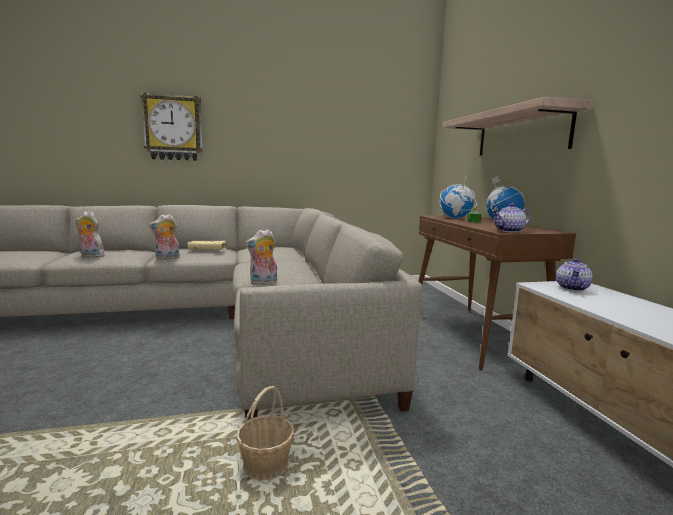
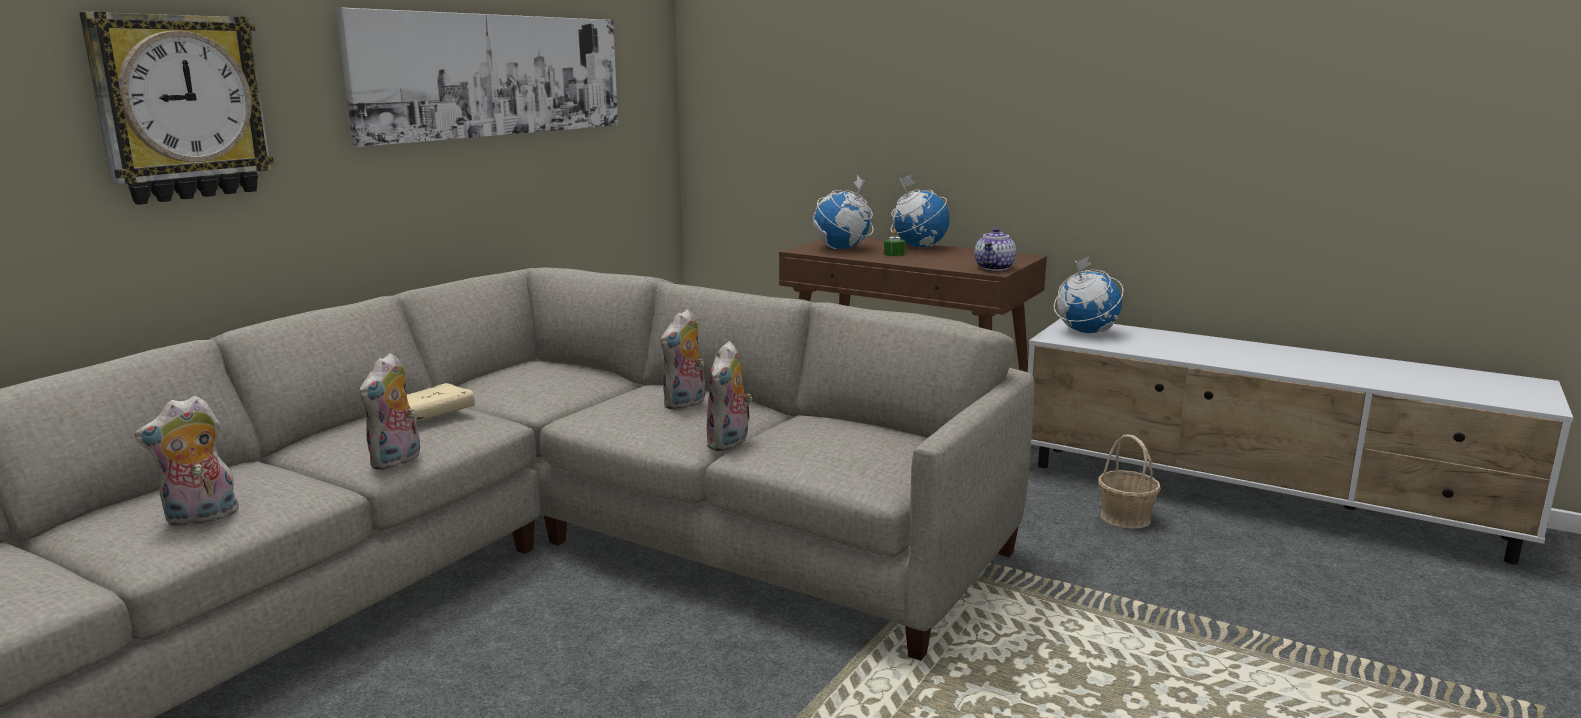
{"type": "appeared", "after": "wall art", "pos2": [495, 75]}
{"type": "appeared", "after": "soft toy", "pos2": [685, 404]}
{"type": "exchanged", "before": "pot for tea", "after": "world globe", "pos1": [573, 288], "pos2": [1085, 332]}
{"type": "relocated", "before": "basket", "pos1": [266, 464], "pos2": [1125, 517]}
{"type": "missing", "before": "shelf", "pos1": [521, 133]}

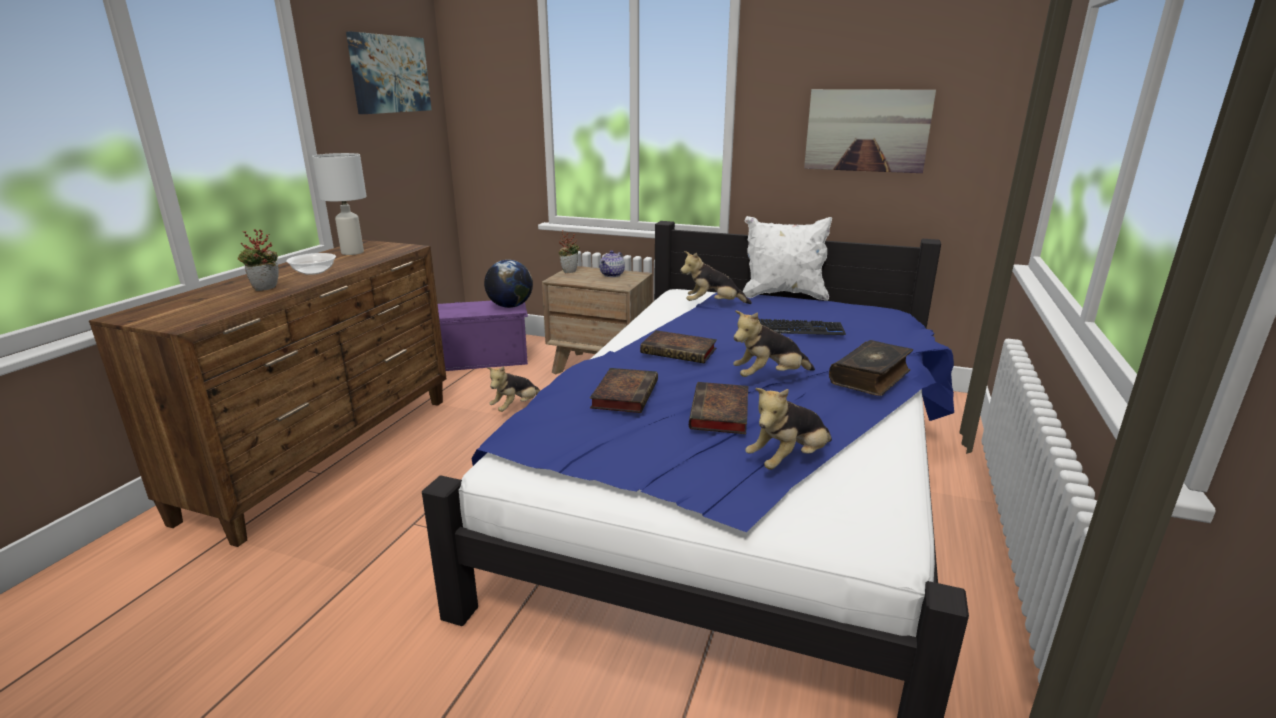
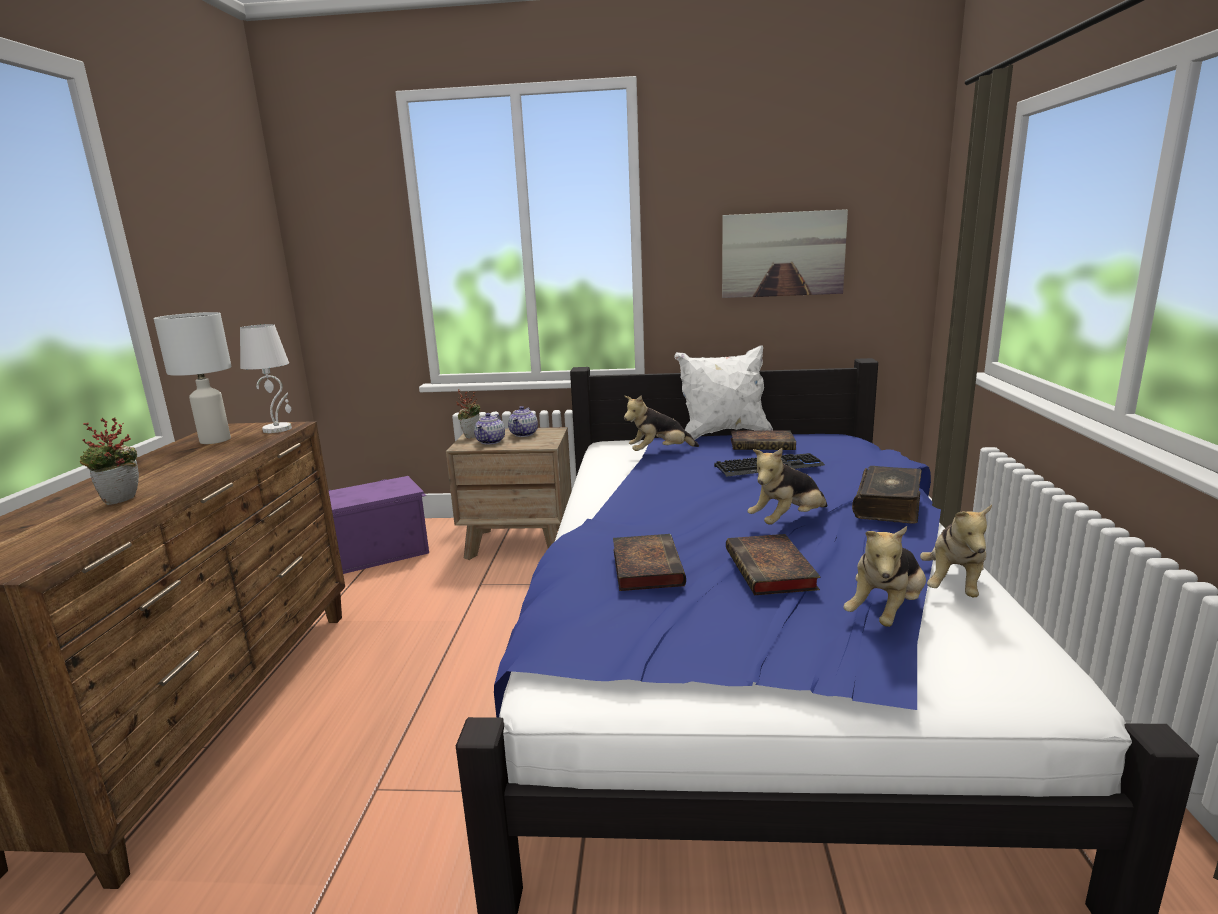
{"type": "appeared", "after": "white table lamp", "pos2": [278, 429]}
{"type": "appeared", "after": "pot for tea", "pos2": [491, 441]}
{"type": "relocated", "before": "book", "pos1": [680, 351], "pos2": [763, 444]}
{"type": "relocated", "before": "soft toy", "pos1": [516, 407], "pos2": [954, 585]}
{"type": "missing", "before": "deep dish", "pos1": [314, 272]}
{"type": "missing", "before": "wall art", "pos1": [389, 74]}
{"type": "missing", "before": "world globe", "pos1": [510, 306]}

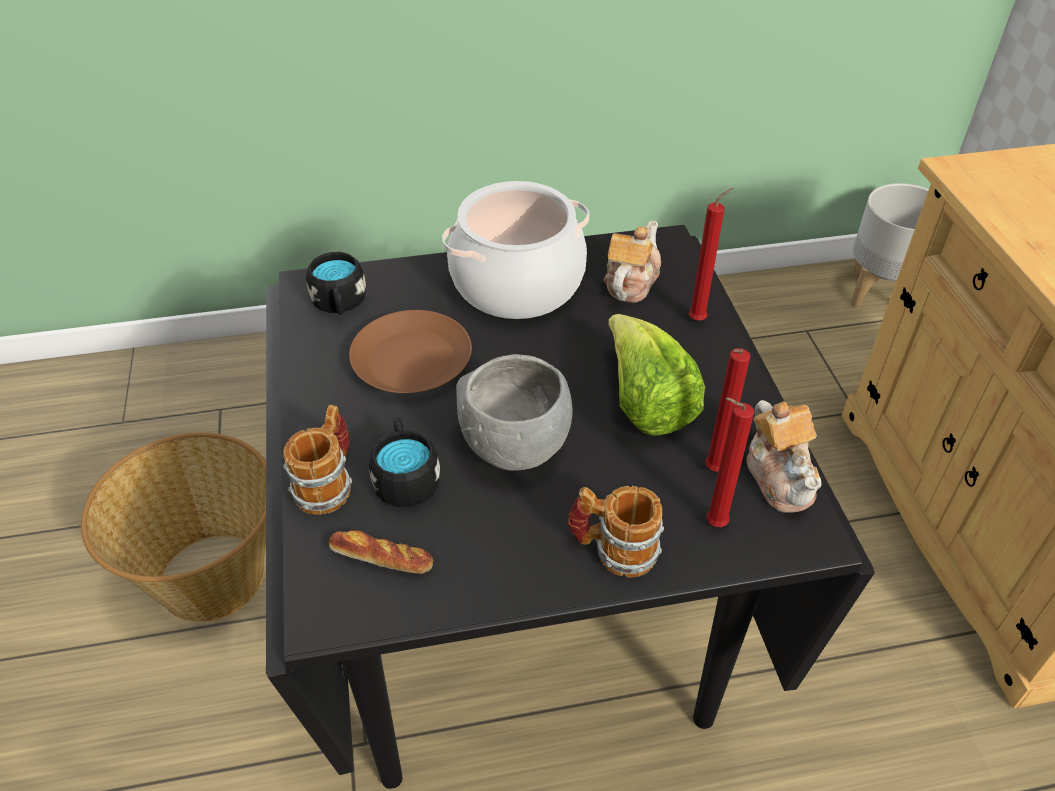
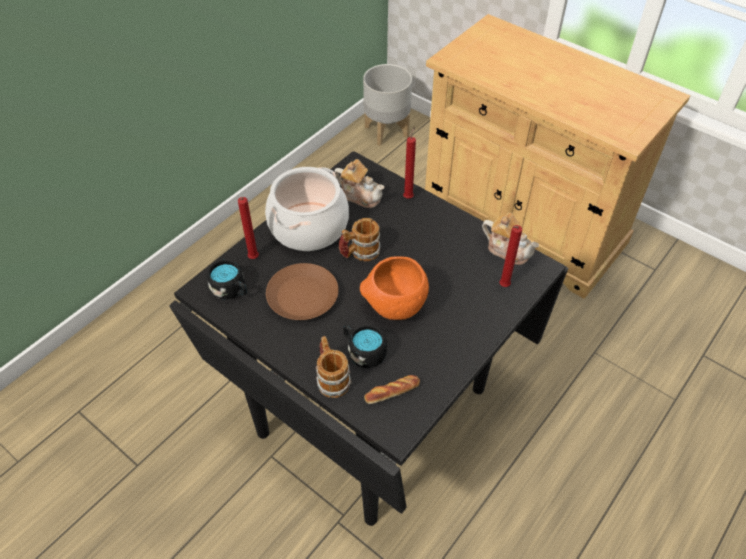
{"type": "relocated", "before": "reddish wax candle", "pos1": [712, 471], "pos2": [253, 259]}
{"type": "spun", "before": "pot for tea", "pos1": [630, 282], "pos2": [360, 195], "turn": 135}
{"type": "relocated", "before": "tea mug", "pos1": [613, 549], "pos2": [359, 253]}
{"type": "colour", "before": "gray deep dish", "after": "orange deep dish", "pos1": [514, 449], "pos2": [395, 307]}
{"type": "missing", "before": "basket", "pos1": [210, 575]}
{"type": "missing", "before": "head of lettuce", "pos1": [646, 403]}

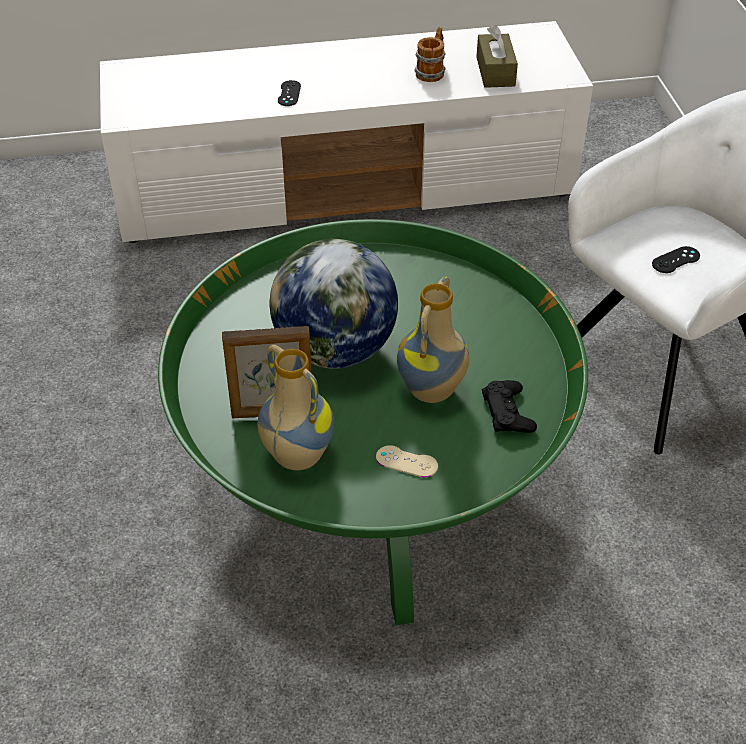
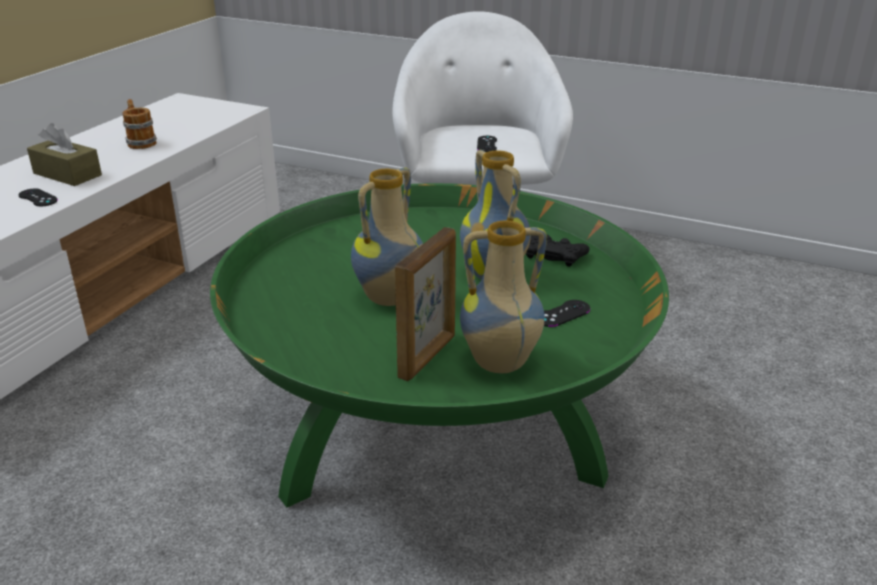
{"type": "relocated", "before": "brownish box of tissues", "pos1": [495, 71], "pos2": [67, 174]}
{"type": "exchanged", "before": "world globe", "after": "vase", "pos1": [334, 350], "pos2": [390, 299]}
{"type": "colour", "before": "beige-coloured joypad", "after": "blackish joypad", "pos1": [406, 462], "pos2": [562, 314]}

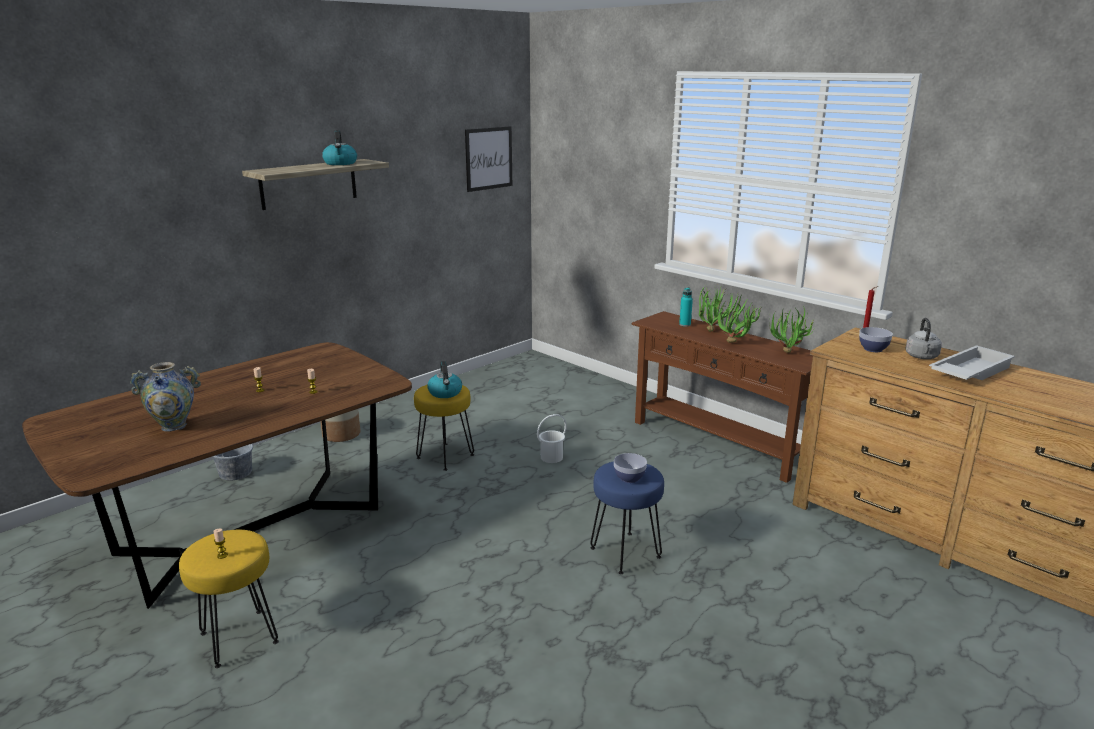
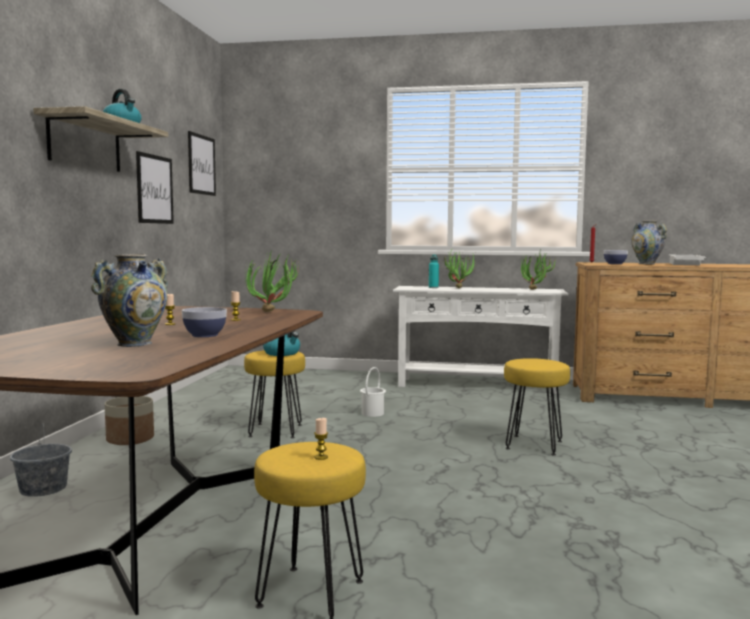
{"type": "appeared", "after": "wall art", "pos2": [154, 189]}
{"type": "relocated", "before": "deep dish", "pos1": [629, 478], "pos2": [204, 335]}
{"type": "relocated", "before": "plant in a pot", "pos1": [735, 344], "pos2": [274, 312]}
{"type": "colour", "before": "brownish console table", "after": "white console table", "pos1": [718, 442], "pos2": [476, 385]}
{"type": "colour", "before": "blue stool seat", "after": "yellowish stool seat", "pos1": [626, 552], "pos2": [534, 445]}
{"type": "exchanged", "before": "gray water kettle", "after": "vase", "pos1": [922, 357], "pos2": [647, 264]}

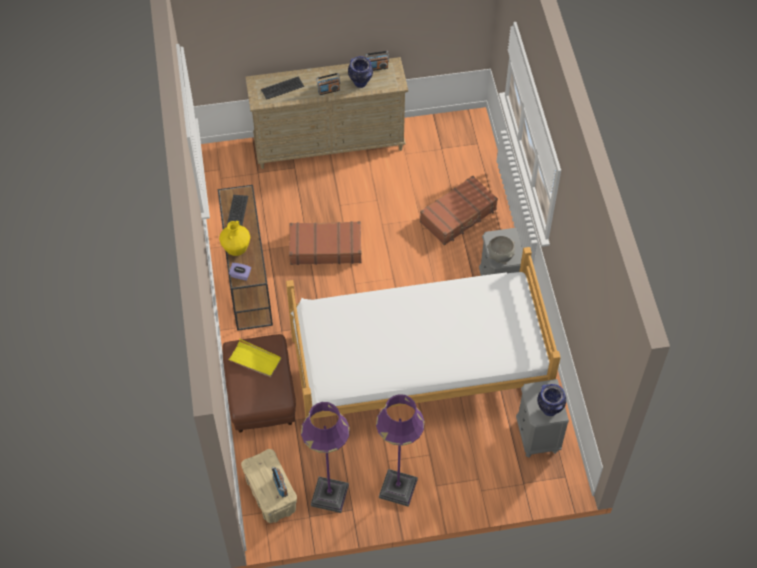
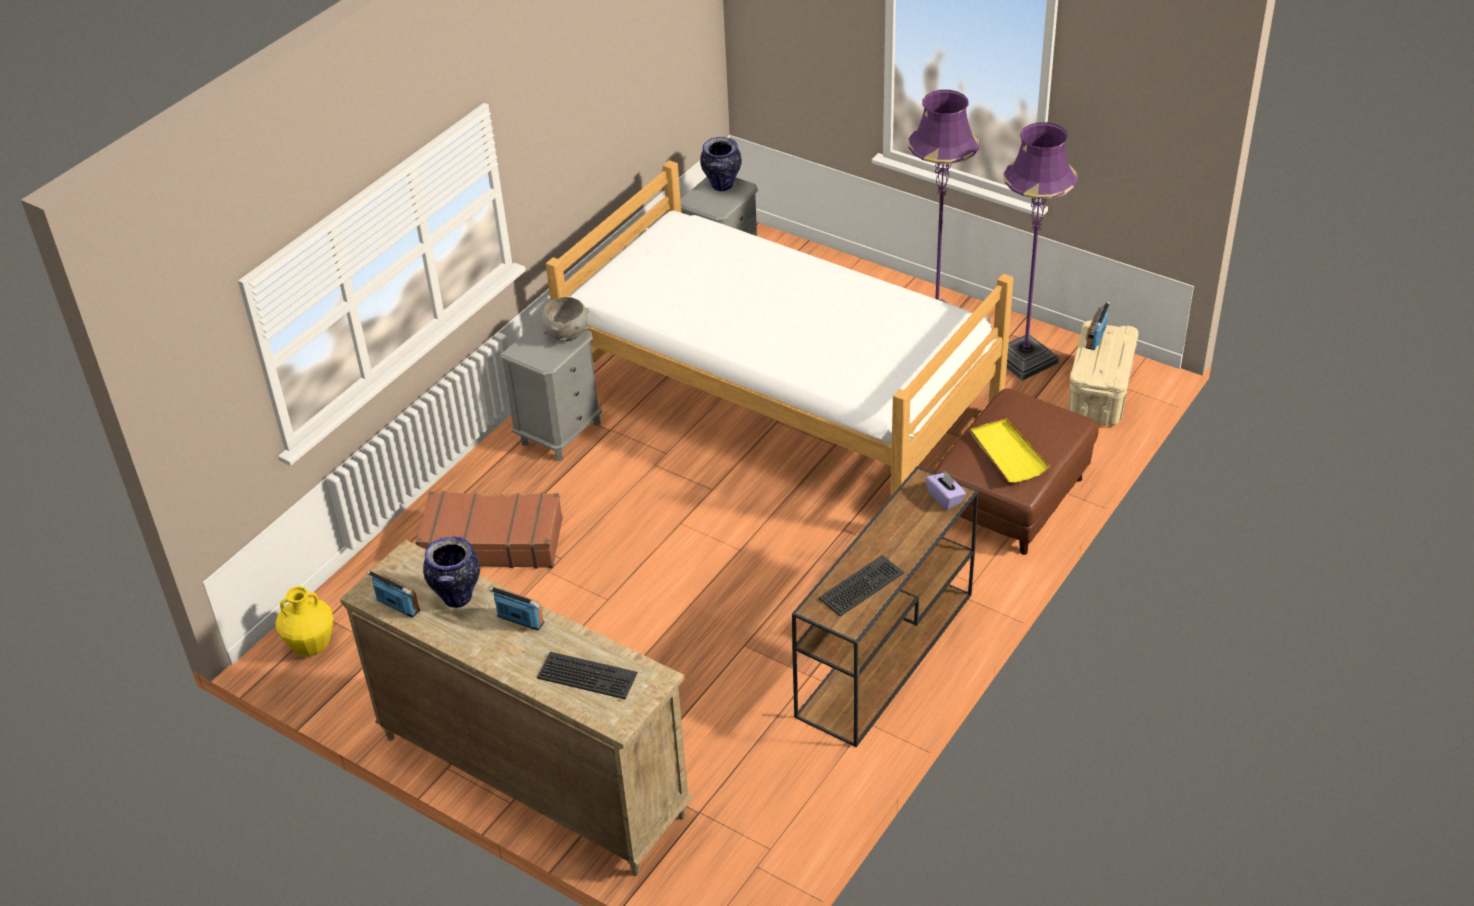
{"type": "relocated", "before": "yellowish vase", "pos1": [236, 249], "pos2": [312, 646]}
{"type": "missing", "before": "brownish suitcase", "pos1": [325, 248]}

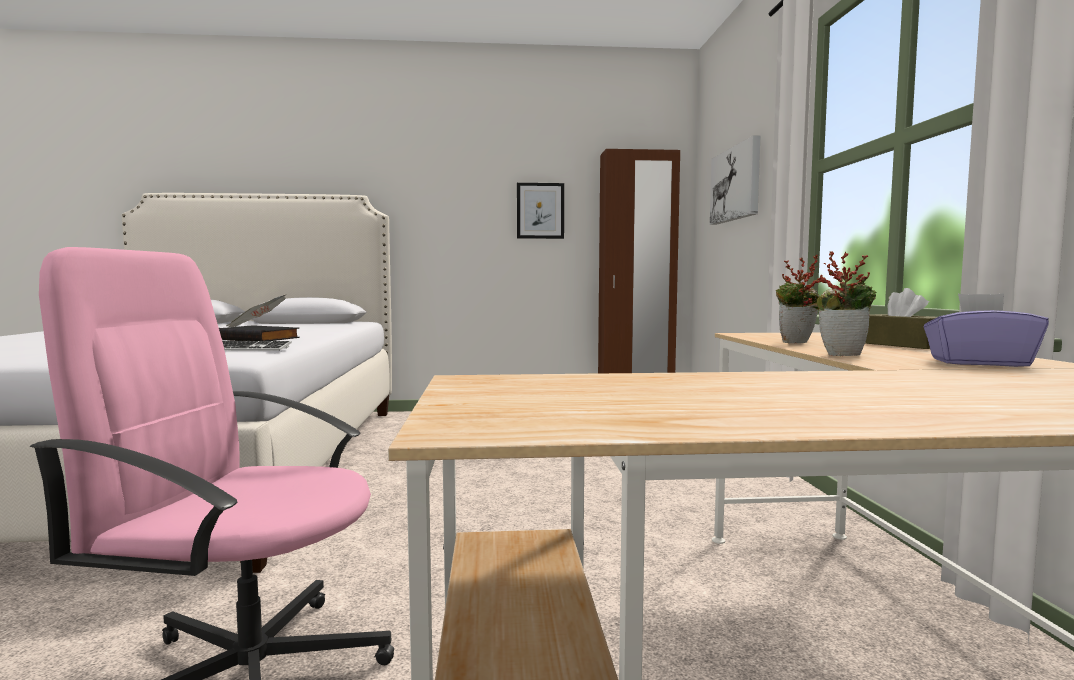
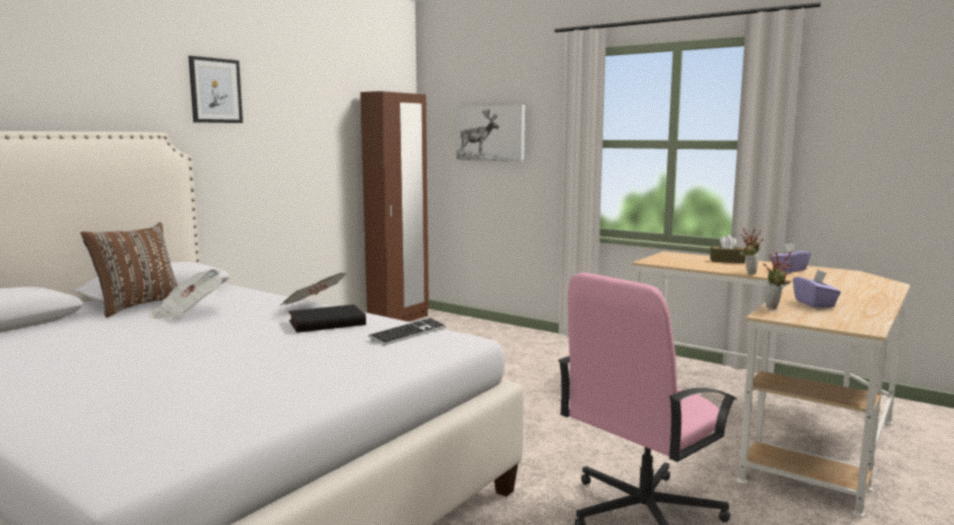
{"type": "appeared", "after": "brownish throw pillow", "pos2": [137, 306]}
{"type": "relocated", "before": "wall art", "pos1": [540, 211], "pos2": [215, 90]}
{"type": "appeared", "after": "printed paper", "pos2": [314, 306]}
{"type": "relocated", "before": "plant in a pot", "pos1": [797, 343], "pos2": [774, 308]}
{"type": "appeared", "after": "purplish box of tissues", "pos2": [814, 303]}

